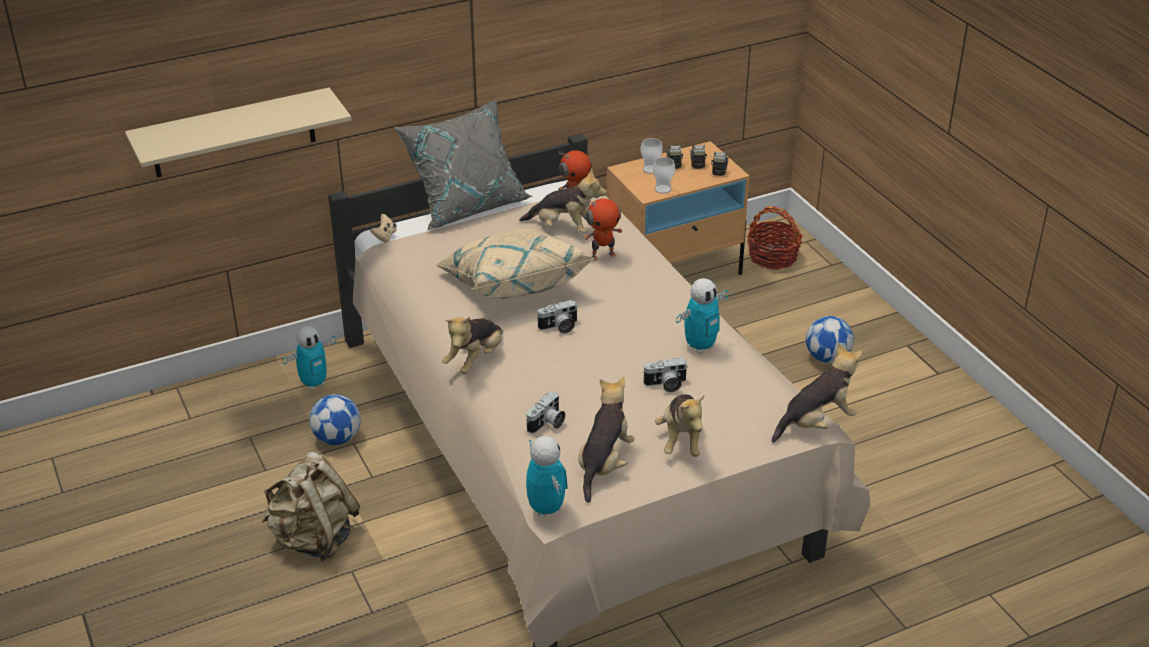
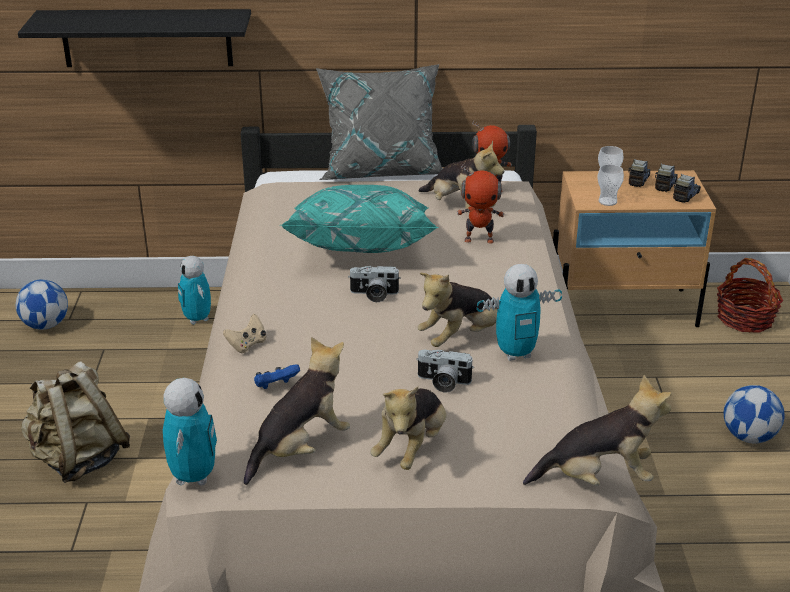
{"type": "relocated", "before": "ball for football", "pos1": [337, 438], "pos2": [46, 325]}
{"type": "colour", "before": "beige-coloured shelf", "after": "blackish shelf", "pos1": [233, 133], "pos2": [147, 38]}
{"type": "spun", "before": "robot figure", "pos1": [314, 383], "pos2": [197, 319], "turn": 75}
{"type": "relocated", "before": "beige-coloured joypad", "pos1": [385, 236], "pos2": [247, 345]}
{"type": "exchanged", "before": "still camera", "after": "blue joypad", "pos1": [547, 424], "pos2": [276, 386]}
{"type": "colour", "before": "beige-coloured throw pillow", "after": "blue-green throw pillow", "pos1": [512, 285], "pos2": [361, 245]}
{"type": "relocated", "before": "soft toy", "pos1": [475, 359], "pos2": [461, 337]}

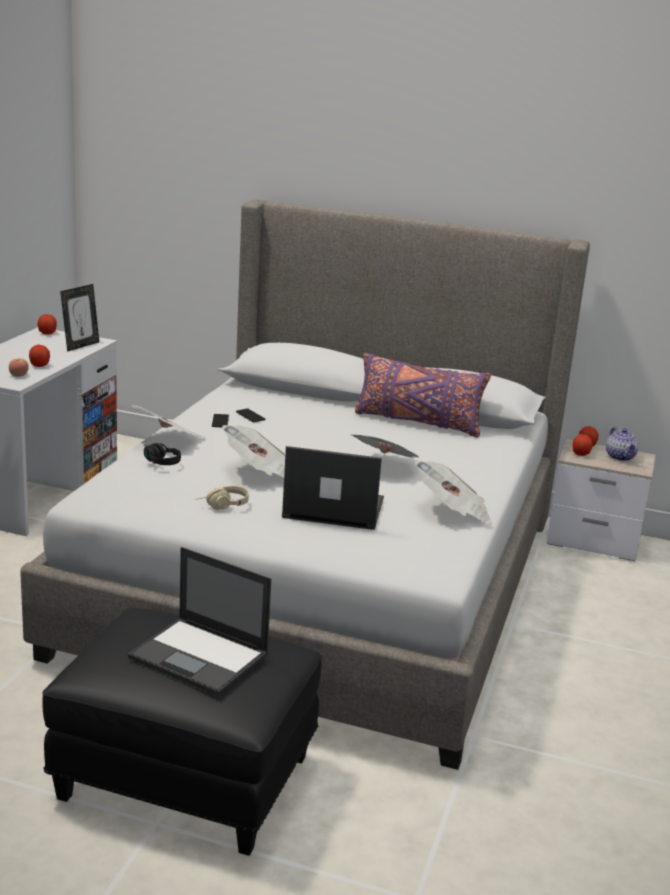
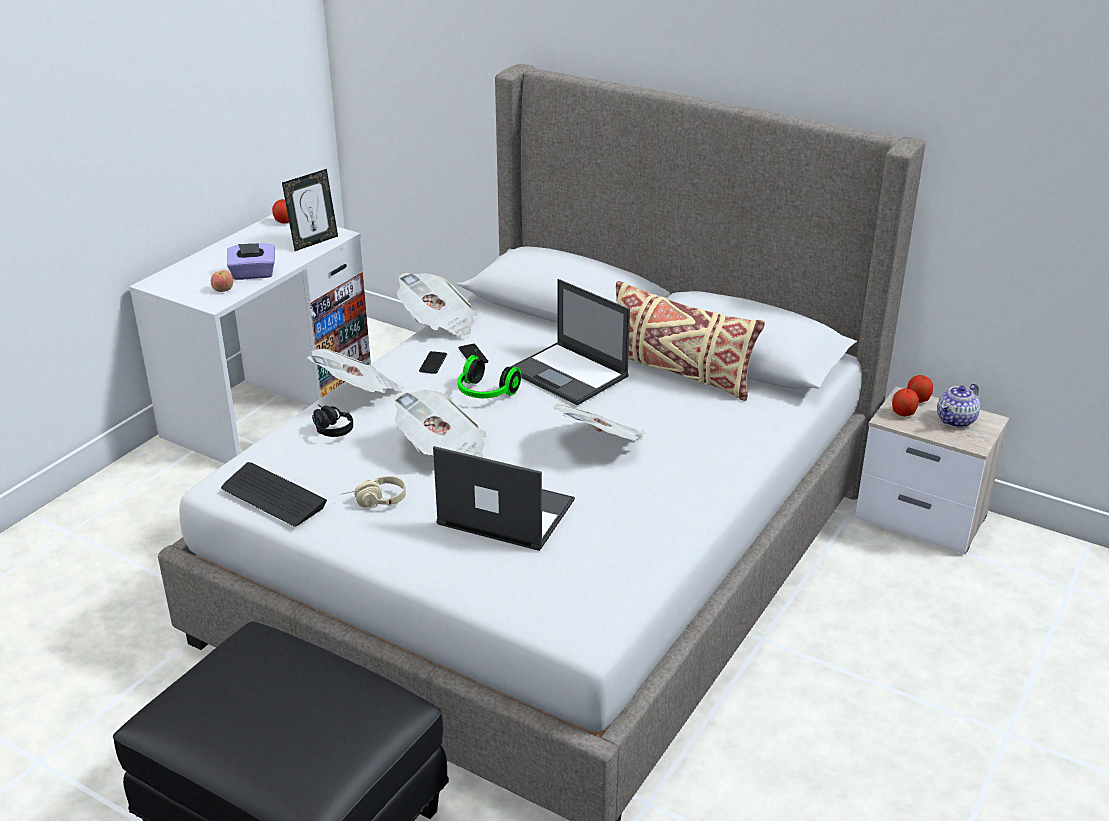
{"type": "appeared", "after": "computer keyboard", "pos2": [273, 496]}
{"type": "exchanged", "before": "apple fruit", "after": "purplish box of tissues", "pos1": [39, 366], "pos2": [253, 274]}
{"type": "relocated", "before": "printed paper", "pos1": [452, 512], "pos2": [439, 324]}
{"type": "appeared", "after": "headset", "pos2": [485, 393]}
{"type": "relocated", "before": "portable computer", "pos1": [200, 656], "pos2": [569, 374]}
{"type": "colour", "before": "purplish throw pillow", "after": "beige-coloured throw pillow", "pos1": [417, 422], "pos2": [677, 372]}
{"type": "spun", "before": "pot for tea", "pos1": [620, 457], "pos2": [956, 420], "turn": 45}

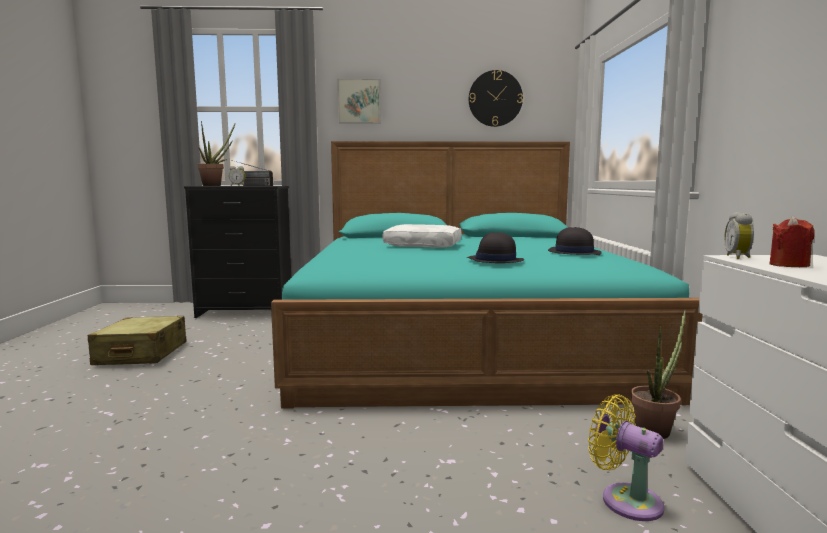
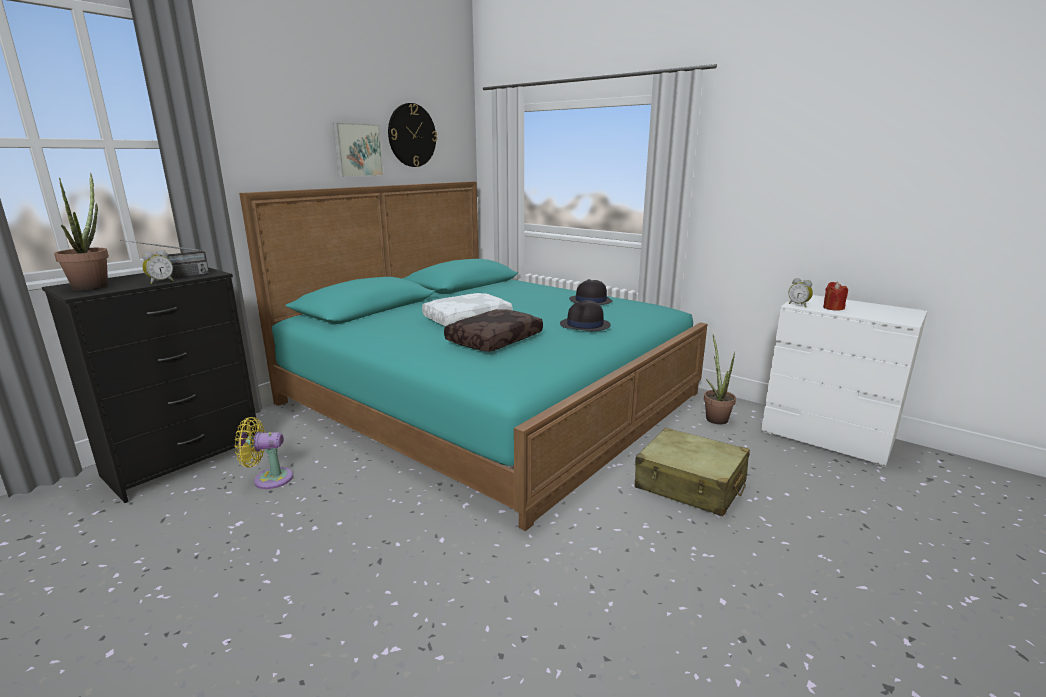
{"type": "relocated", "before": "yellowish electric fan", "pos1": [625, 499], "pos2": [269, 479]}
{"type": "relocated", "before": "wall art", "pos1": [359, 101], "pos2": [357, 150]}
{"type": "appeared", "after": "brownish throw pillow", "pos2": [494, 340]}
{"type": "relocated", "before": "beige-coloured suitcase", "pos1": [141, 354], "pos2": [690, 485]}

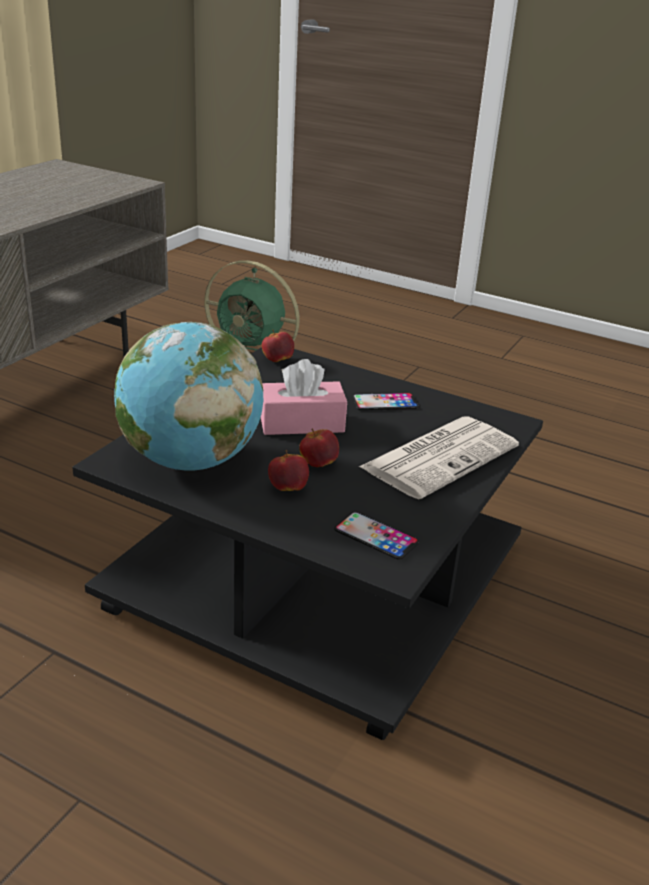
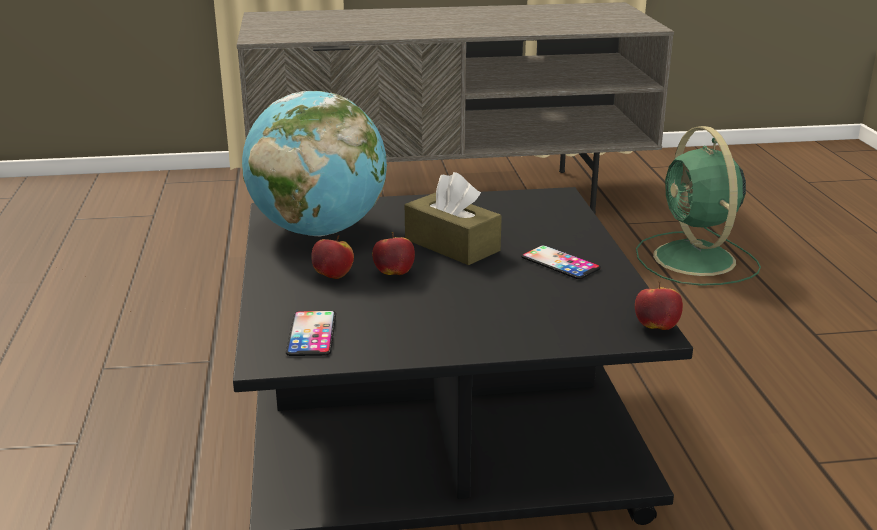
{"type": "colour", "before": "pink-coloured box of tissues", "after": "brownish box of tissues", "pos1": [301, 423], "pos2": [452, 245]}
{"type": "relocated", "before": "apple fruit", "pos1": [277, 360], "pos2": [656, 327]}
{"type": "missing", "before": "printed paper", "pos1": [440, 456]}

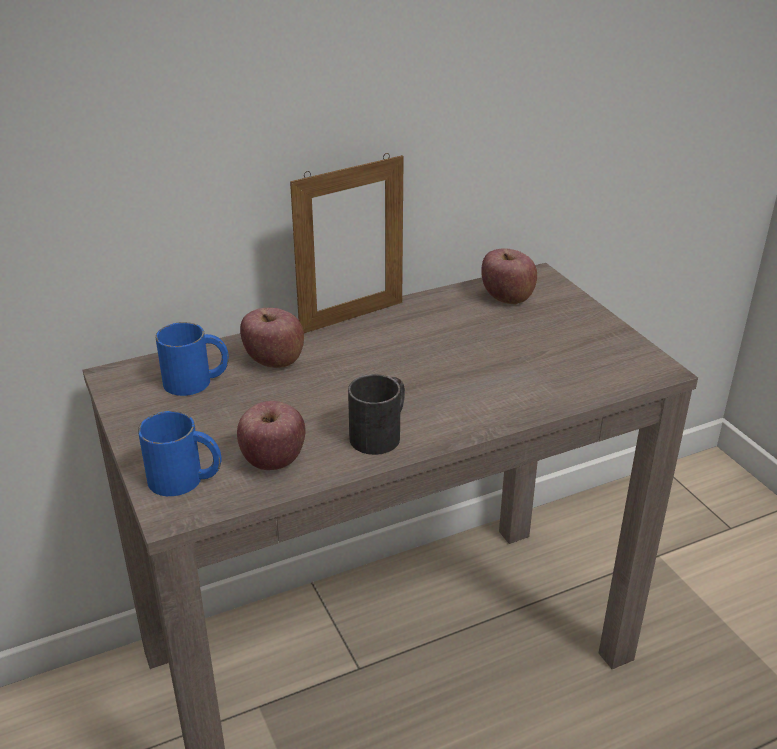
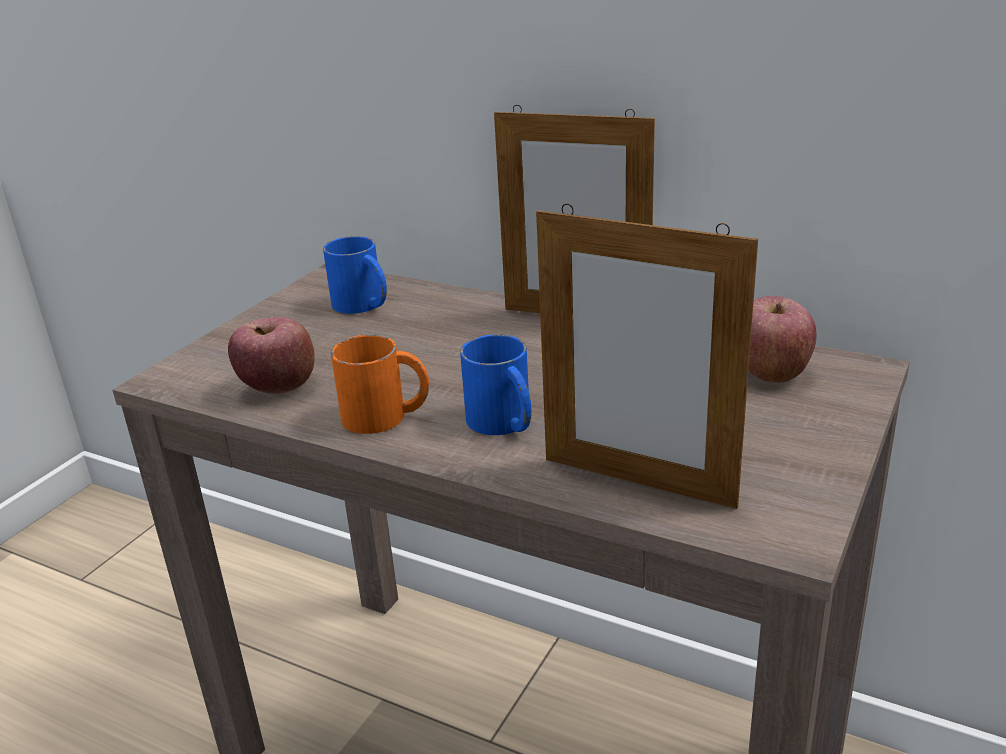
{"type": "colour", "before": "blackish tea mug", "after": "orange tea mug", "pos1": [381, 433], "pos2": [387, 416]}
{"type": "relocated", "before": "blue tea mug", "pos1": [186, 479], "pos2": [505, 424]}
{"type": "appeared", "after": "picture frame", "pos2": [637, 482]}
{"type": "missing", "before": "apple fruit", "pos1": [274, 361]}

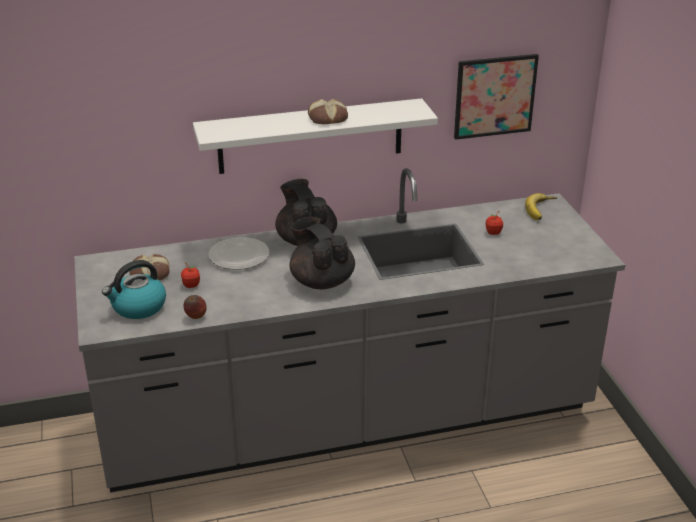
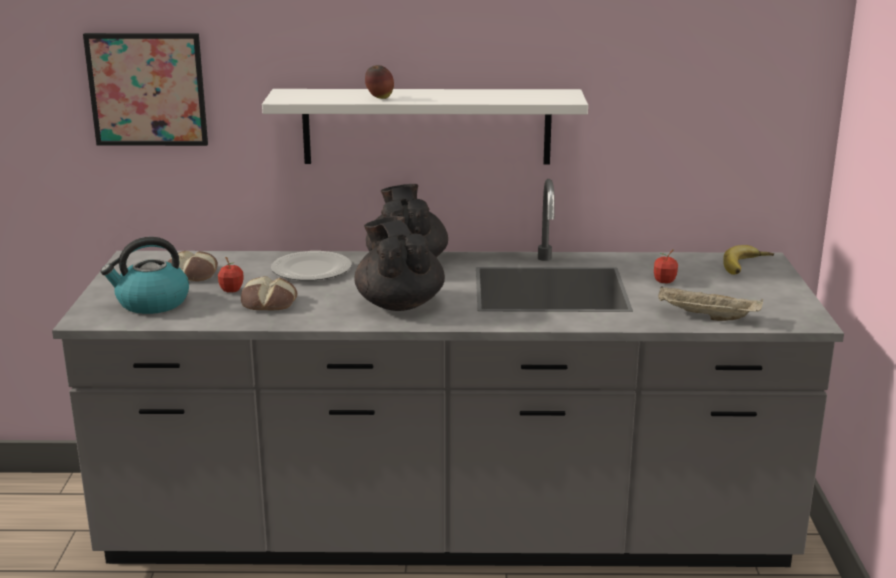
{"type": "relocated", "before": "wall art", "pos1": [495, 96], "pos2": [147, 89]}
{"type": "relocated", "before": "bread", "pos1": [327, 118], "pos2": [268, 303]}
{"type": "relocated", "before": "apple fruit", "pos1": [196, 317], "pos2": [379, 98]}
{"type": "appeared", "after": "beige-coloured serving tray", "pos2": [706, 317]}

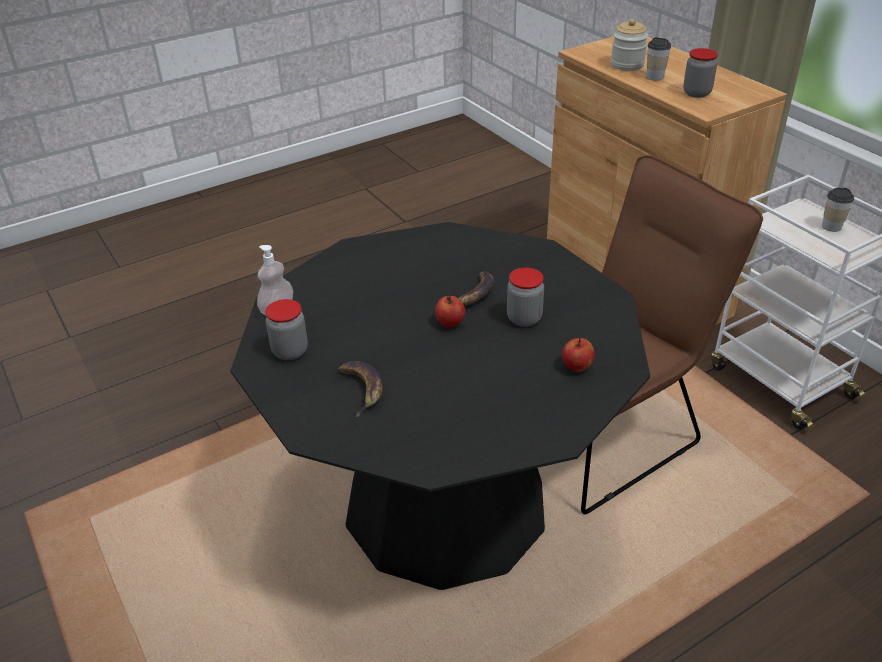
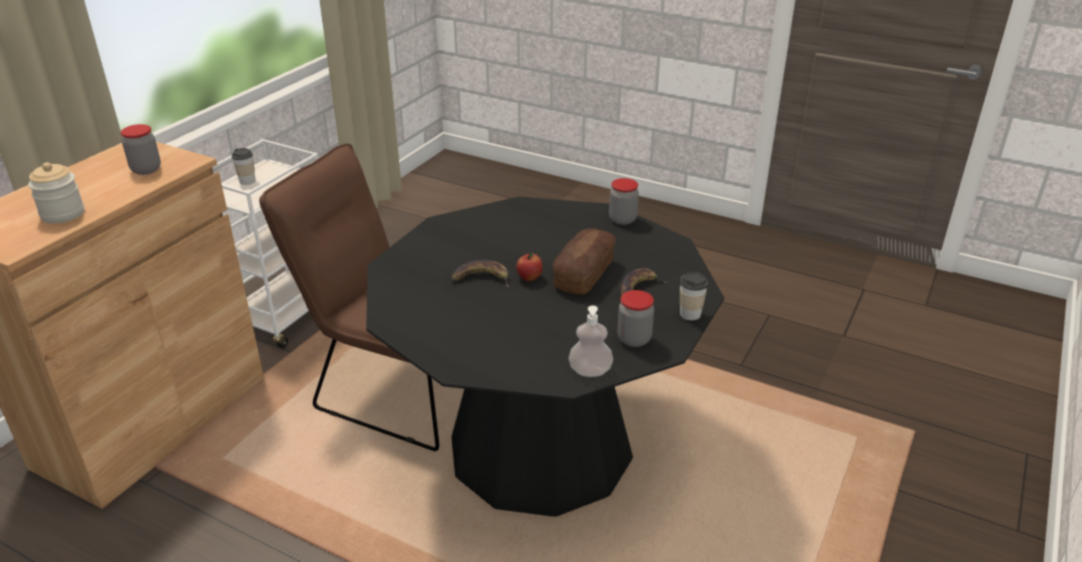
{"type": "appeared", "after": "bread", "pos2": [584, 274]}
{"type": "relocated", "before": "storage jar", "pos1": [524, 318], "pos2": [622, 219]}
{"type": "relocated", "before": "drinking cup", "pos1": [655, 77], "pos2": [690, 314]}
{"type": "missing", "before": "apple fruit", "pos1": [576, 367]}

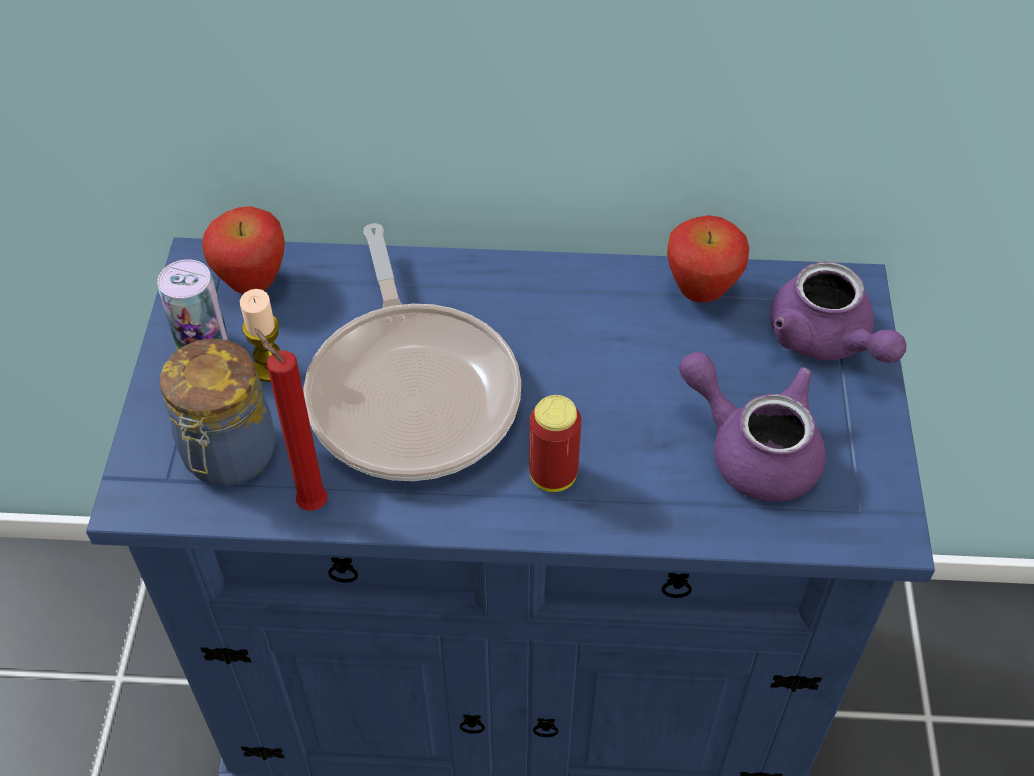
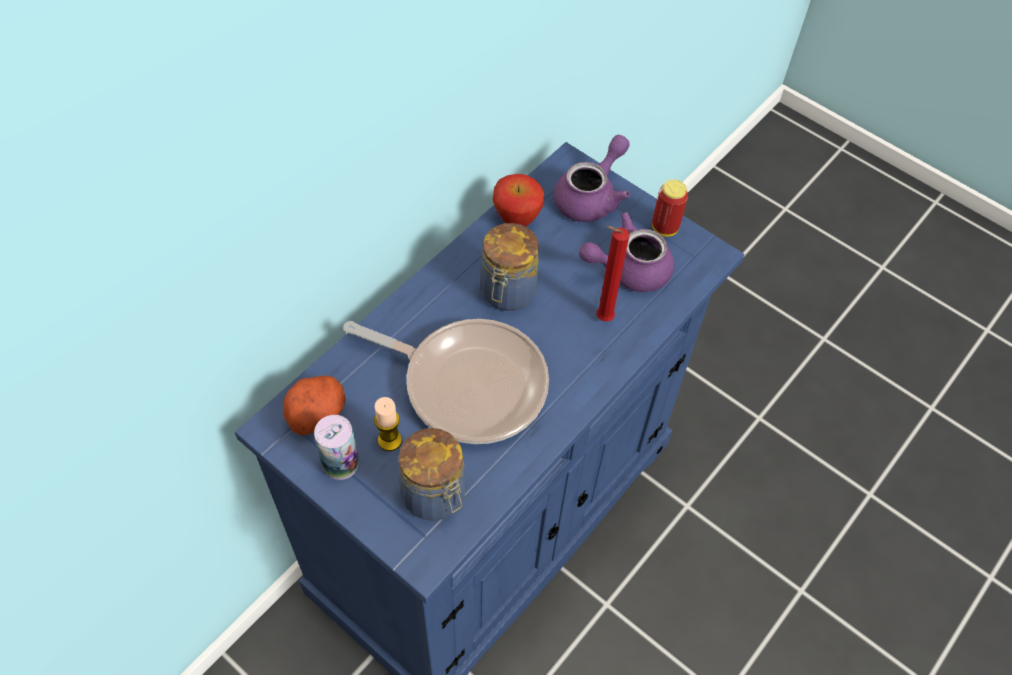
{"type": "exchanged", "before": "apple fruit", "after": "whole potato", "pos1": [253, 284], "pos2": [316, 412]}
{"type": "appeared", "after": "storage jar", "pos2": [507, 293]}
{"type": "spun", "before": "purplish pot for tea", "pos1": [826, 341], "pos2": [591, 197], "turn": -60}
{"type": "relocated", "before": "reddish wax candle", "pos1": [309, 502], "pos2": [601, 318]}
{"type": "relocated", "before": "metal can", "pos1": [553, 475], "pos2": [664, 228]}

